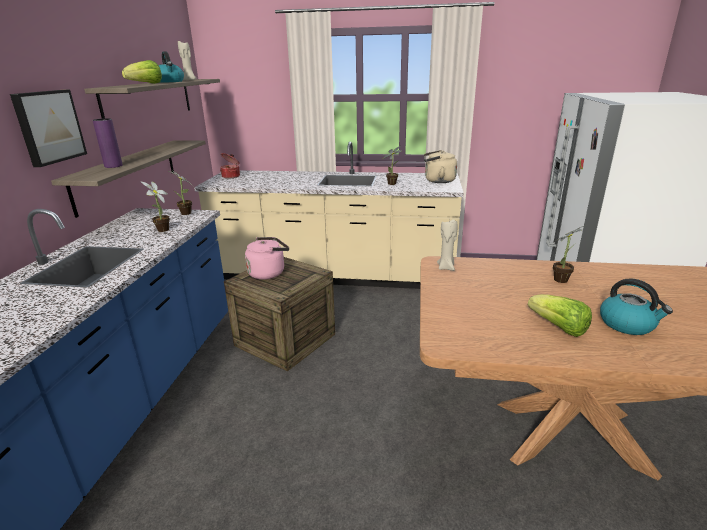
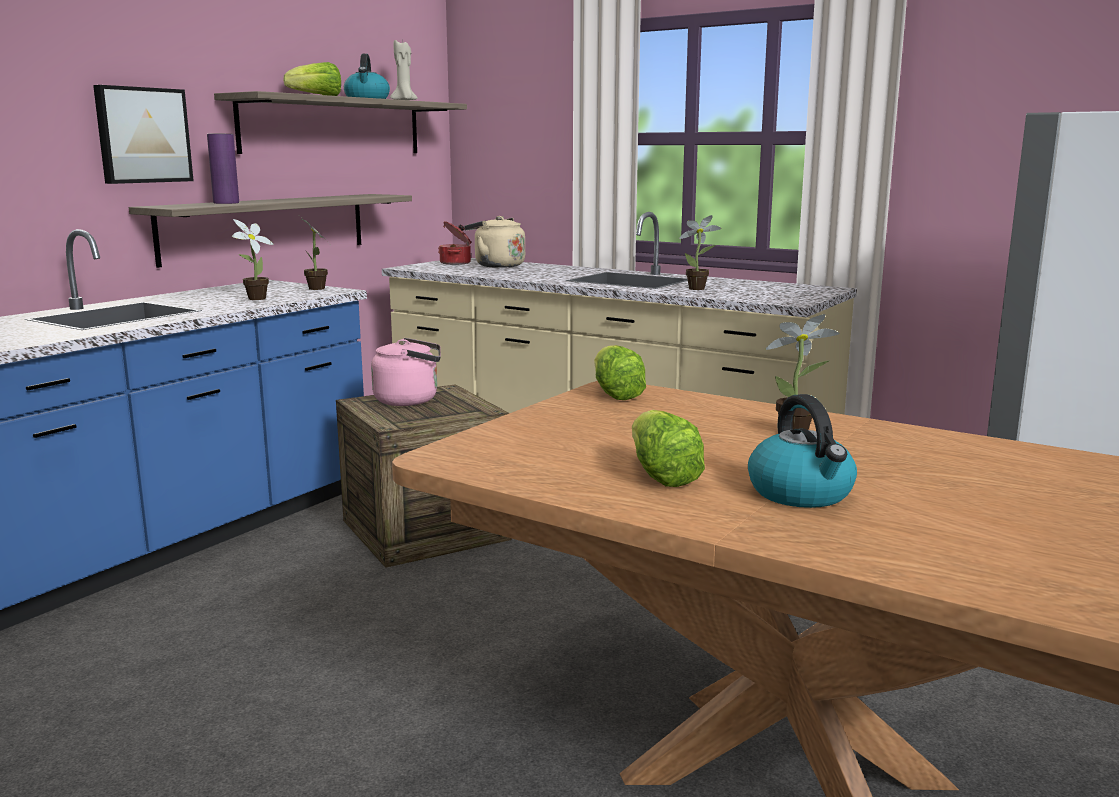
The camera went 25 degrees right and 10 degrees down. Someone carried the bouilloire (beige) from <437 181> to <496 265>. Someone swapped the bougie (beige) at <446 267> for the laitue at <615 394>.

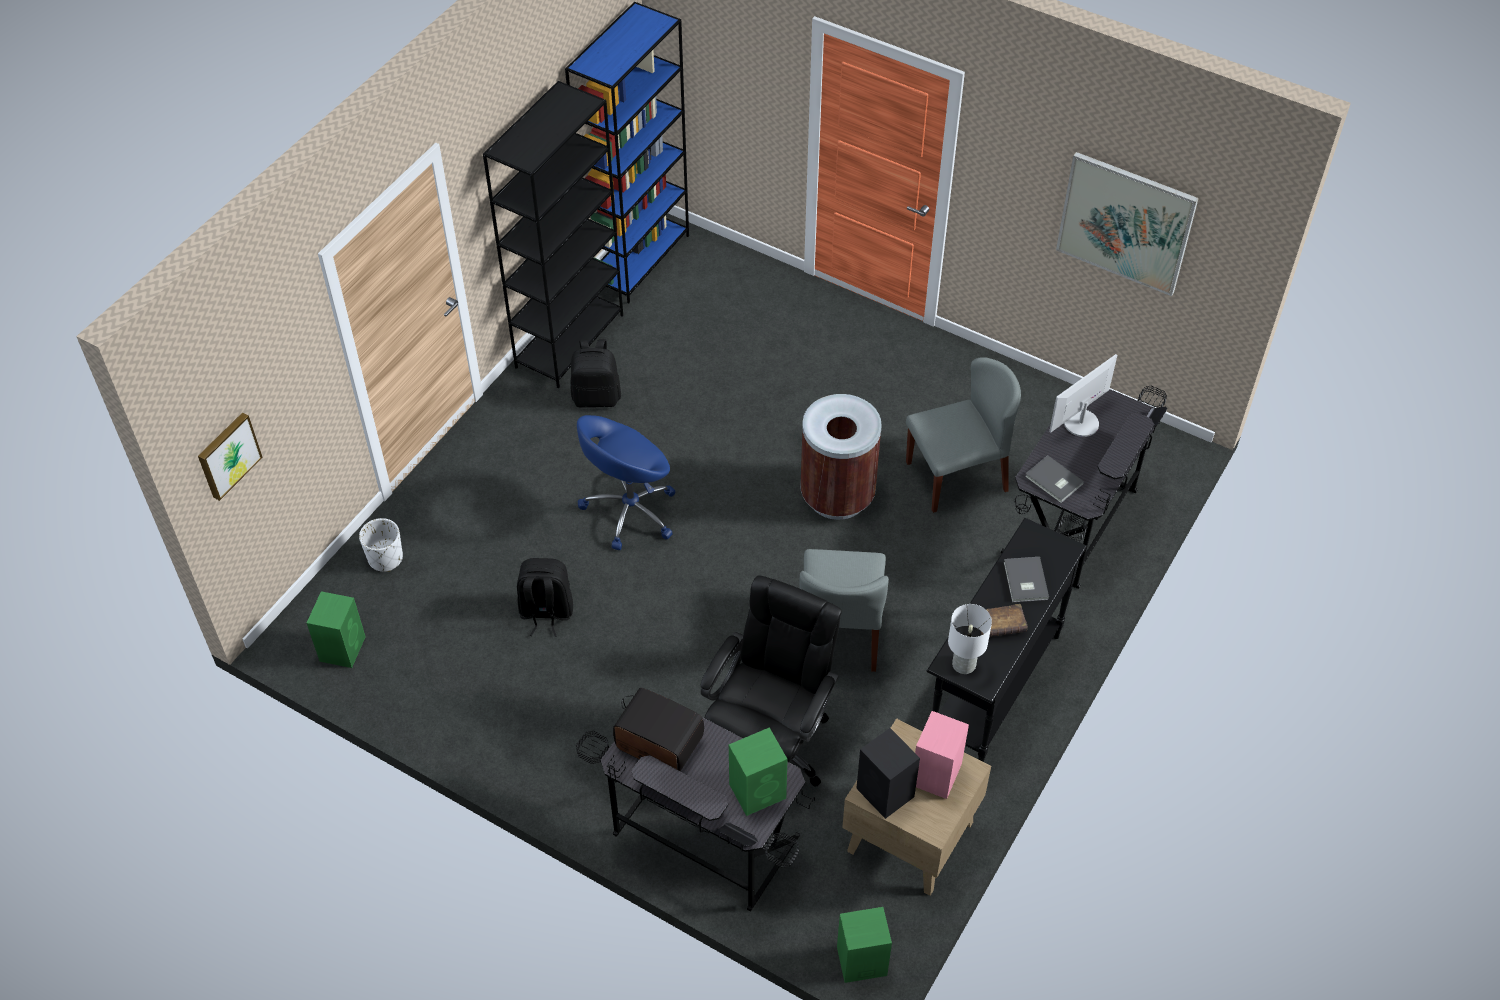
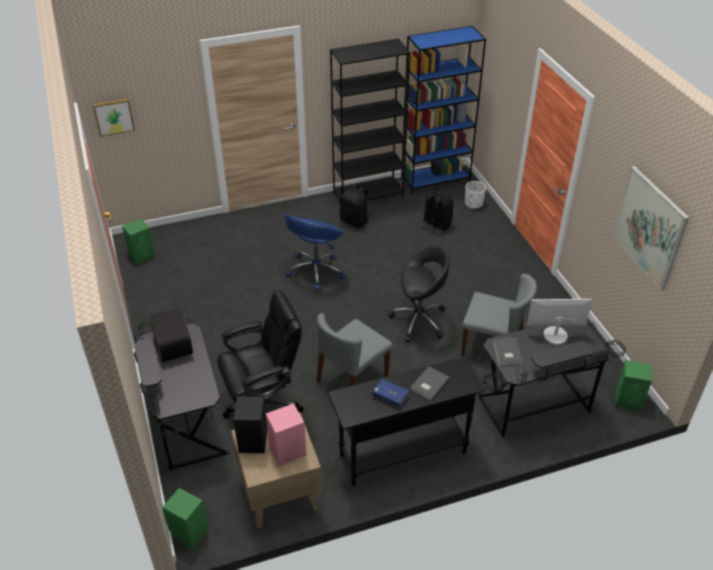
The camera went 40 degrees right and 10 degrees down. Someone carried the cache-pot (blanc) from <385 558> to <473 204>. Someone carried the sac à dos (noir) from <546 612> to <436 225>. Someone rotated the chaise de bureau (bleu) at <628 512> by 60 degrees counterclockwise. Someone carried the enceinte (vert) from <759 791> to <629 400>. Someone swapped the poubelle (marron) at <838 496> for the chaise de bureau (noir) at <420 320>. Someone took away the lampe de table (blanc) at <964 664>. Someone repainted the livre (marron) at <1000 625>, which became the livre (bleu) at <390 396>.

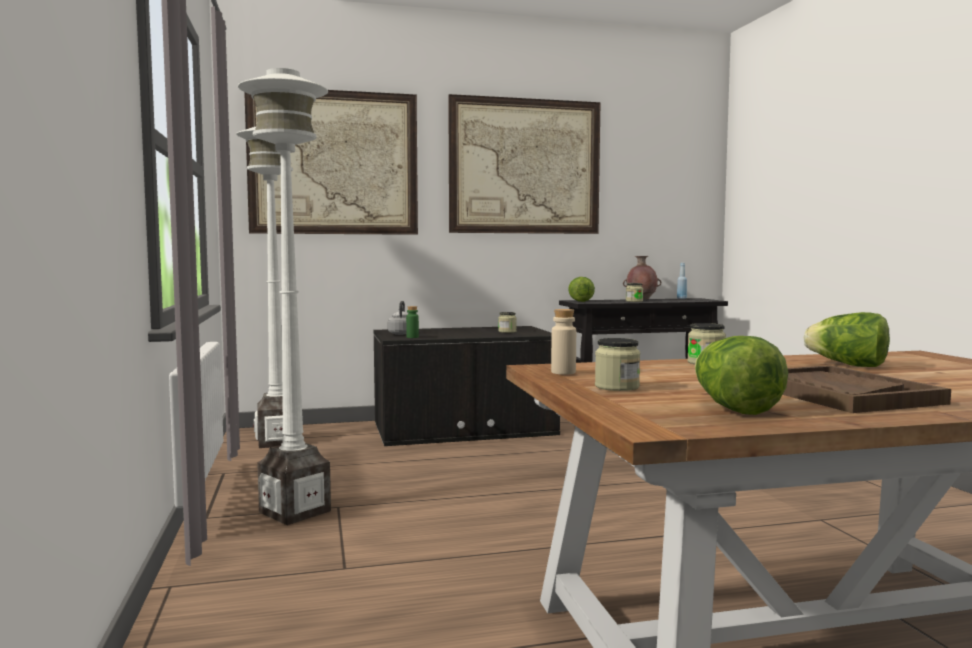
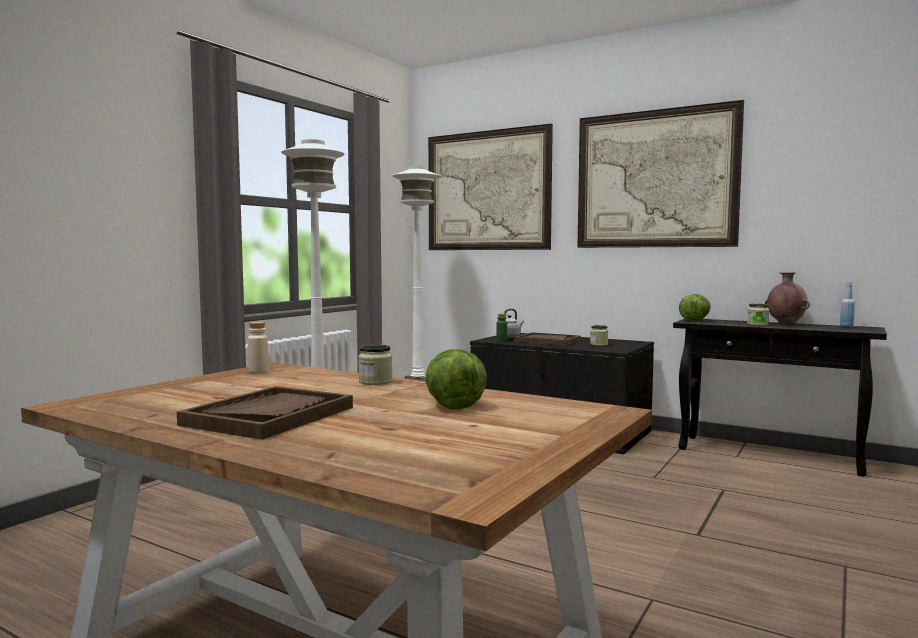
The camera went 45 degrees right and 0 degrees up. Someone took away the bocal at <617 387>. Someone took away the laitue at <733 408>. Someone put down the plateau (marron) at <547 341>.

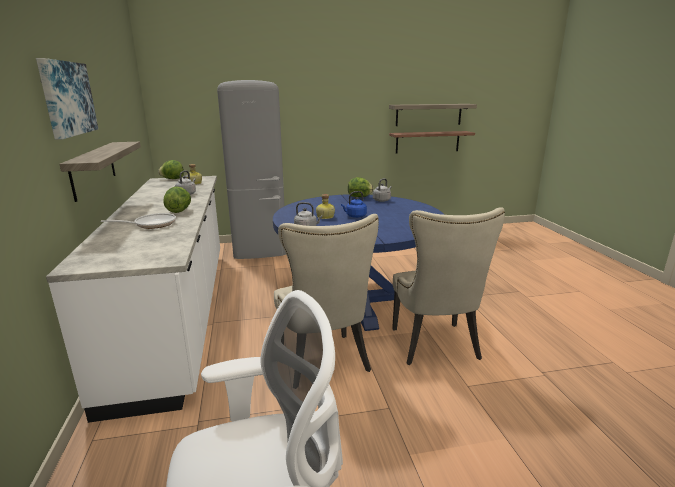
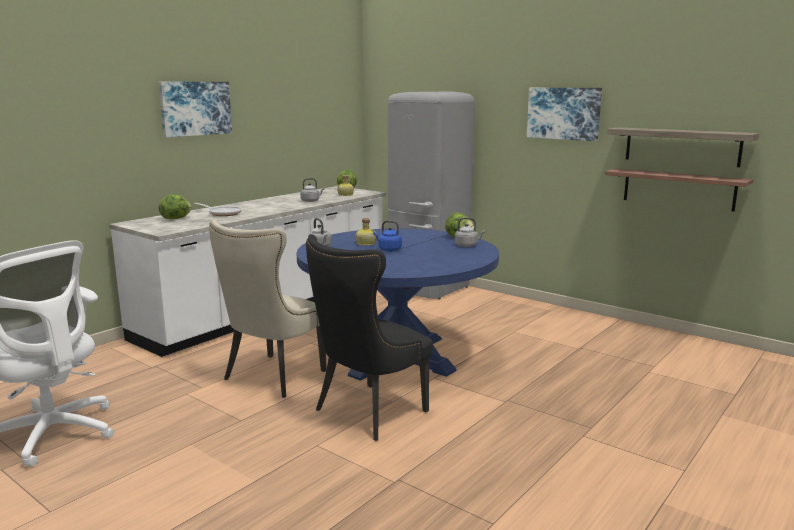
The camera went 50 degrees right and 5 degrees down. Someone took away the étagère at <93 169>. Someone carried the laitue from <179 211> to <176 218>. Someone repainted the chaise (beige) at <435 345>, which became the chaise (noir) at <369 412>. Someone put up the tableau at <563 113>.

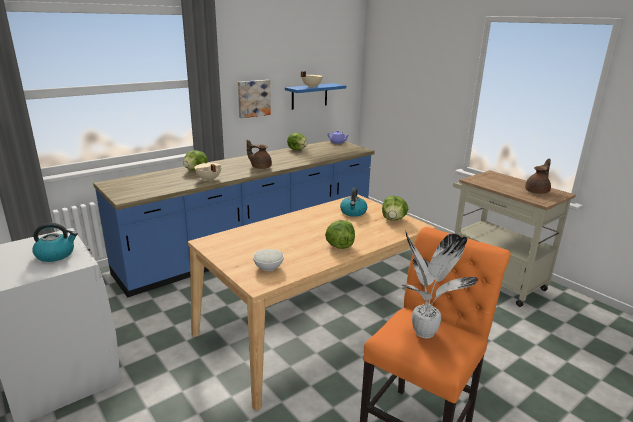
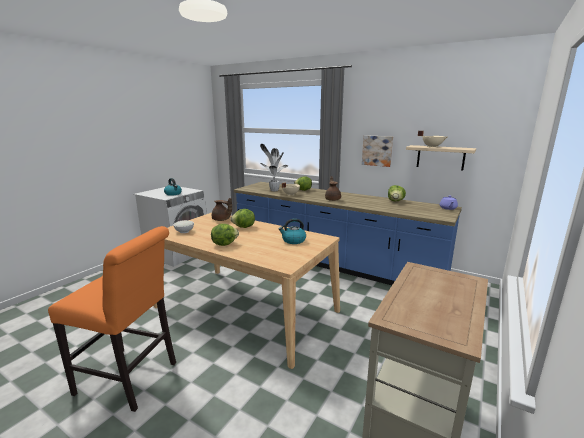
The camera went 70 degrees right and 5 degrees down. Someone repainted the étagère (bleu) at <309 96>, which became the étagère (beige) at <440 157>. Someone carried the laitue from <393 219> to <244 227>. Someone carried the plante en pot from <425 334> to <273 190>. Someone carried the théière (marron) from <537 191> to <221 220>.

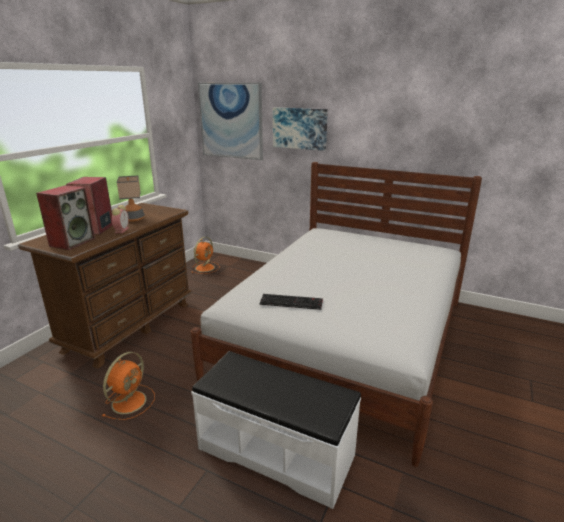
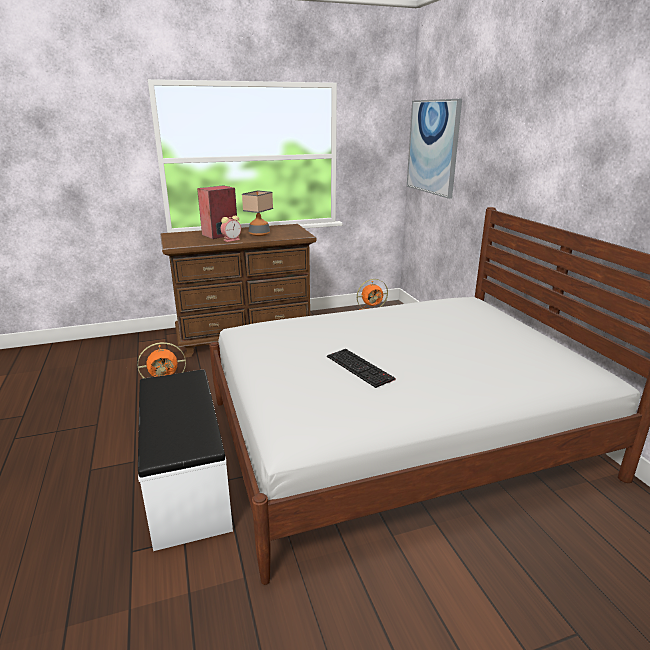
The camera went 45 degrees right and 0 degrees up. Someone took away the enceinte at <72 242>. Someone carried the clavier from <292 301> to <361 368>. Someone took away the tableau at <300 128>.

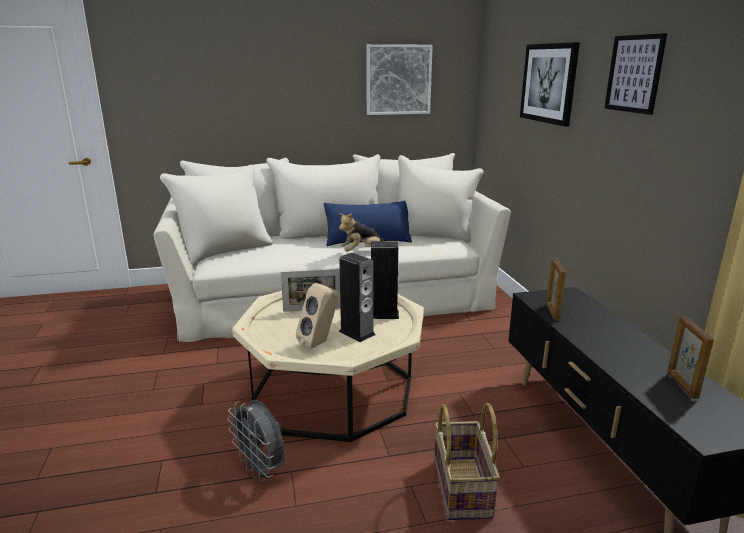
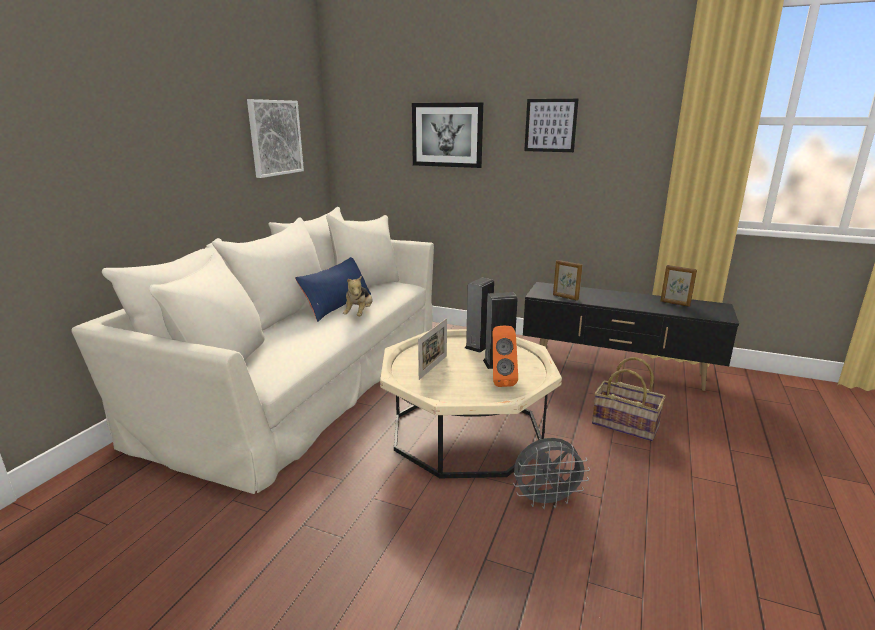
The camera went 55 degrees left and 0 degrees up. Someone repainted the enceinte (beige) at <320 343>, which became the enceinte (orange) at <501 381>.

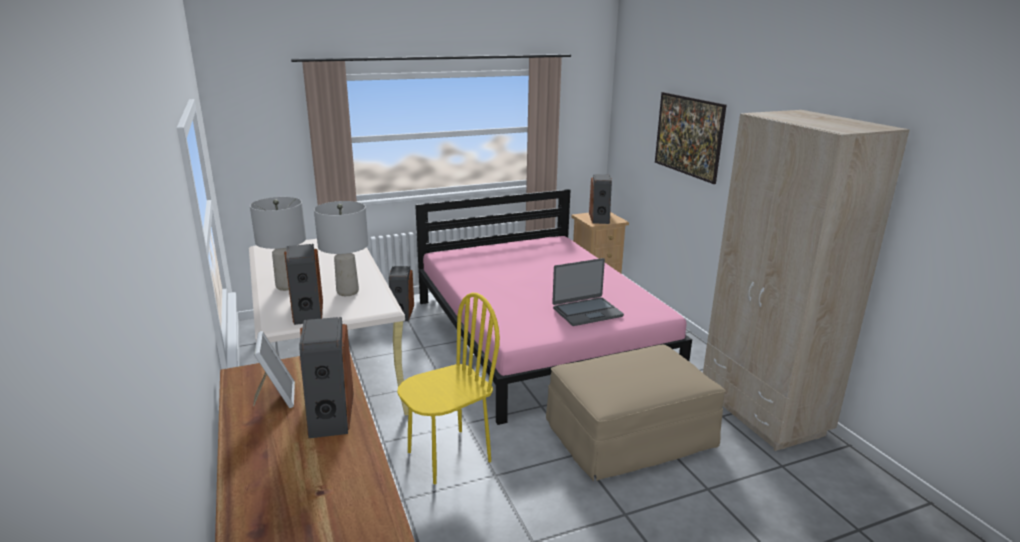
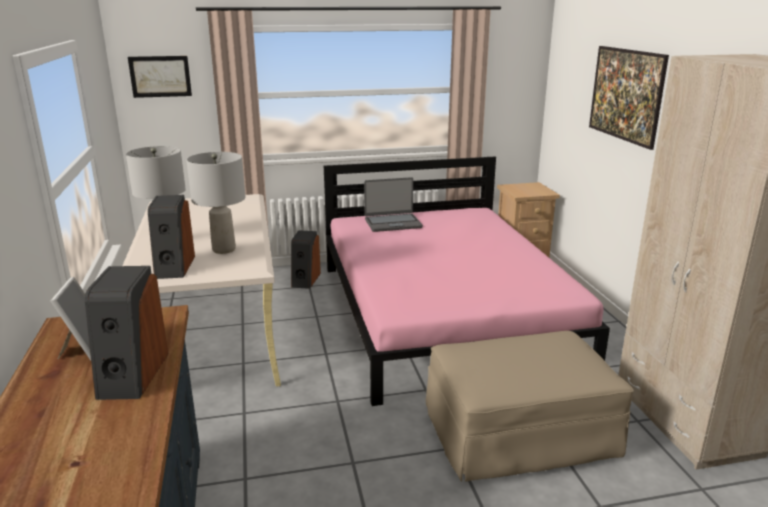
The camera went 10 degrees right and 0 degrees up. Someone took away the chaise (jaune) at <448 456>. Someone carried the ordinateur portable from <587 312> to <392 223>. Someone took away the enceinte at <600 218>. Someone put up the tableau at <160 76>.

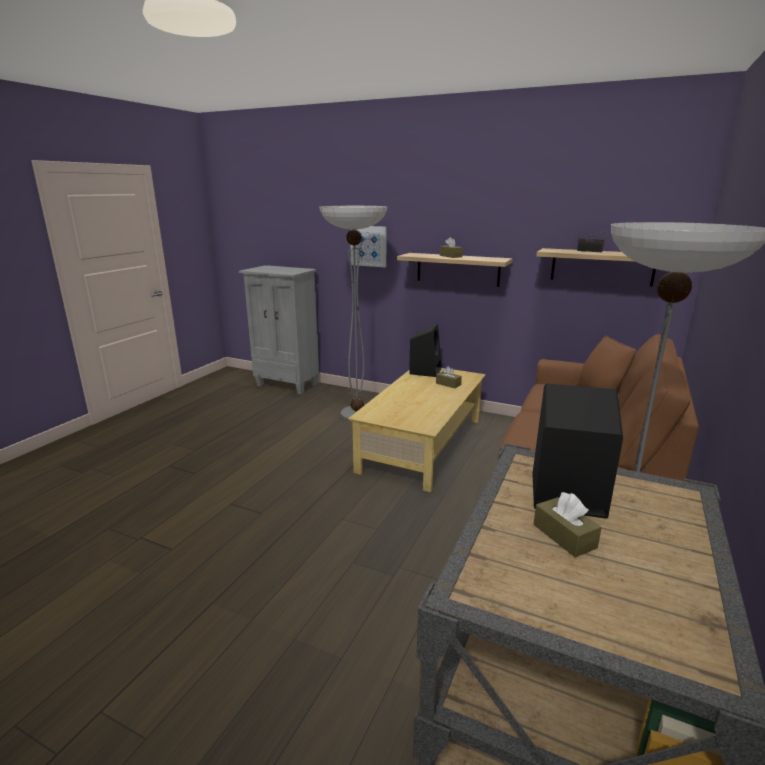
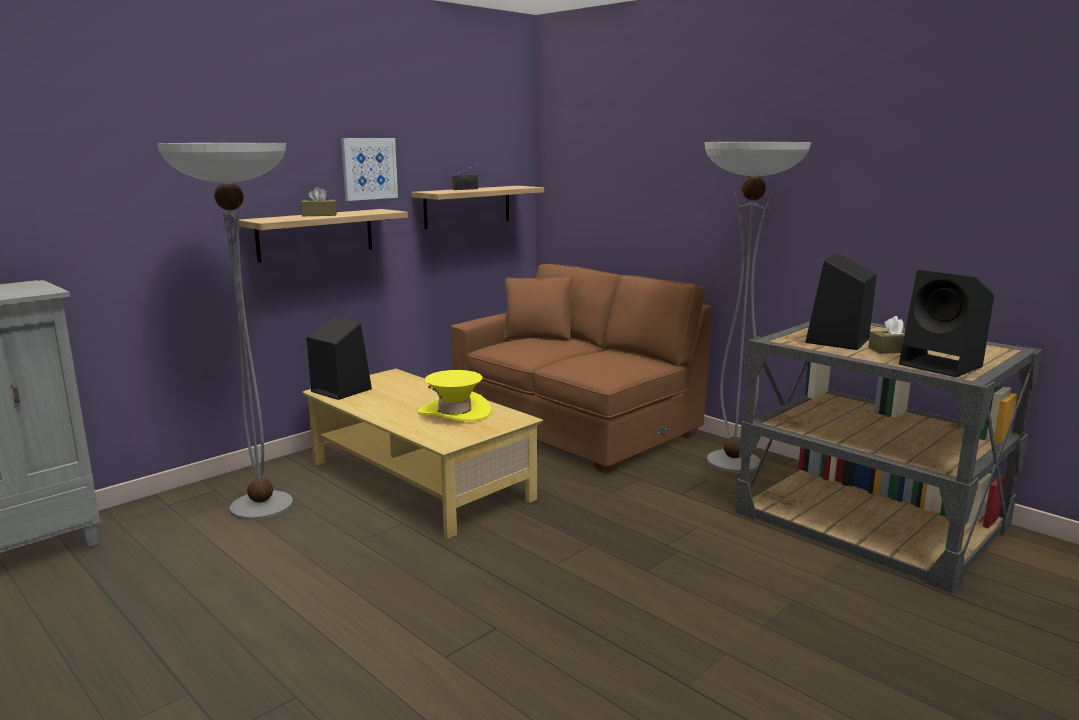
The camera went 70 degrees left and 5 degrees down. Someone carried the tableau from <368 246> to <369 168>. Someone took away the boîte à mouchoirs (marron) at <448 384>. Someone put down the chapeau (jaune) at <454 412>. Someone put down the enceinte (noir) at <943 366>.

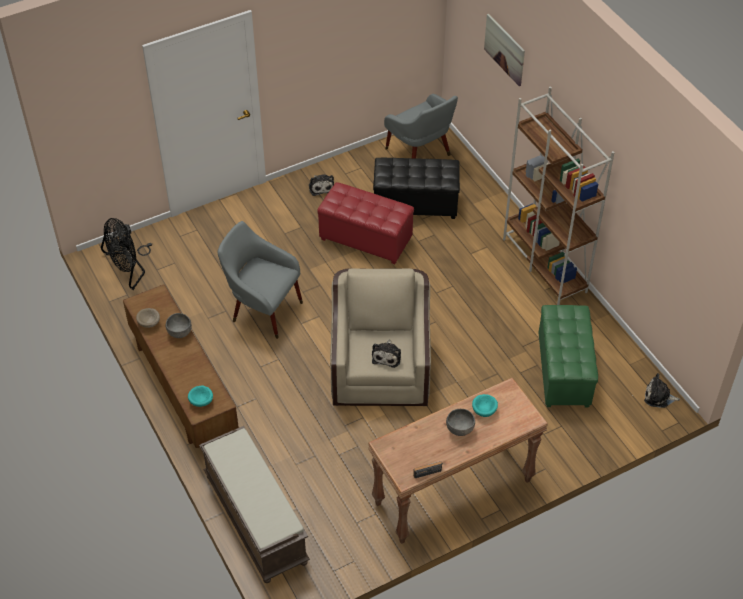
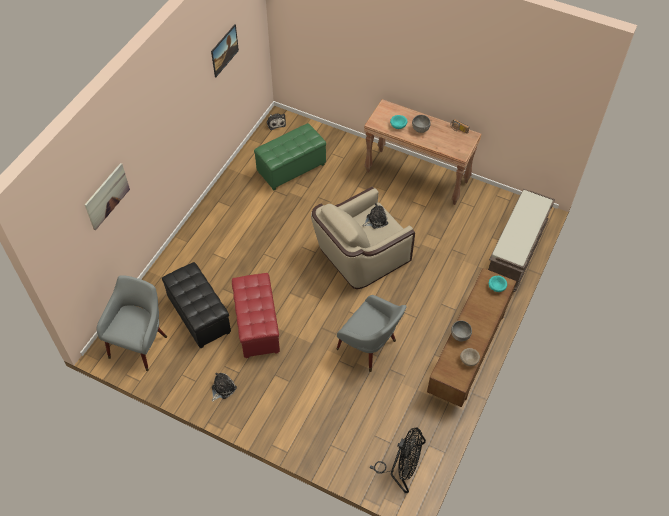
The camera went 125 degrees left and 5 degrees up. Someone rotated the fauteuil (gris) at <263 309> by 45 degrees counterclockwise. Someone took away the bibliothèque (marron) at <544 266>. Someone put up the tableau at <225 57>.

